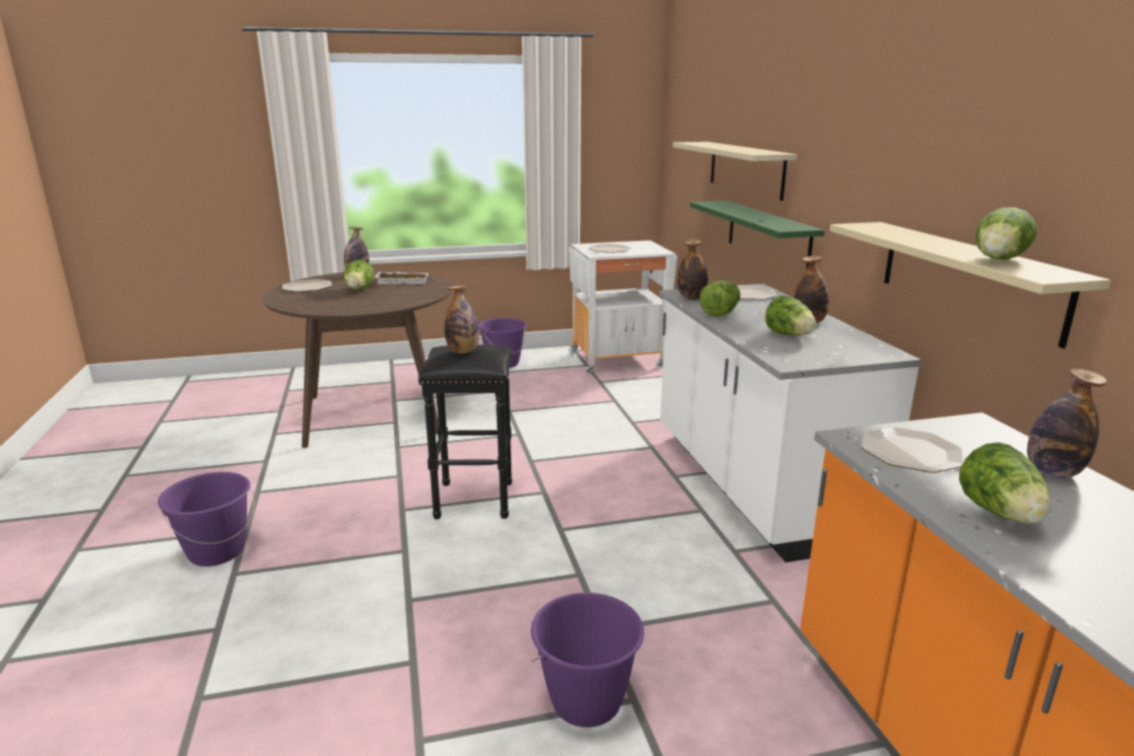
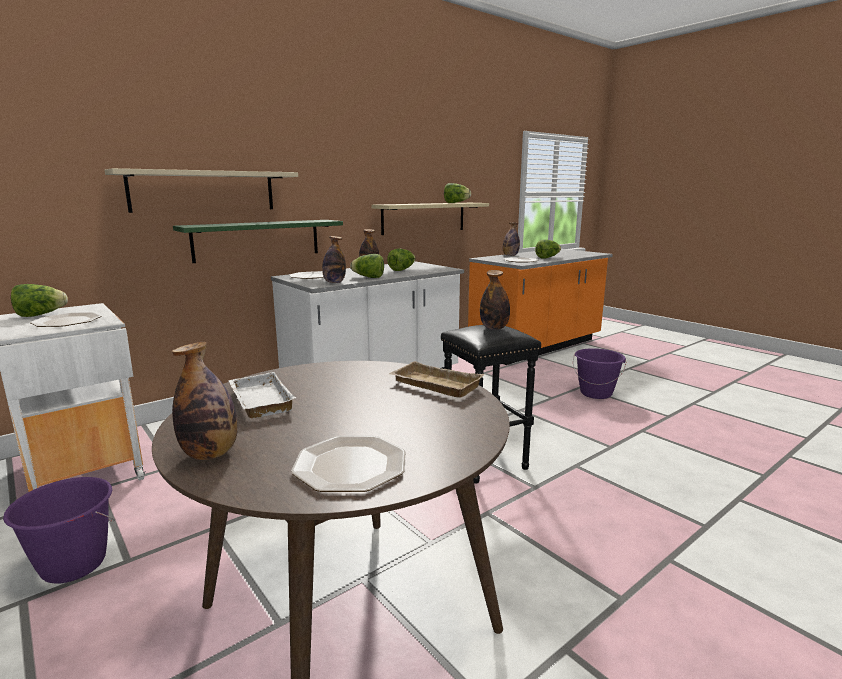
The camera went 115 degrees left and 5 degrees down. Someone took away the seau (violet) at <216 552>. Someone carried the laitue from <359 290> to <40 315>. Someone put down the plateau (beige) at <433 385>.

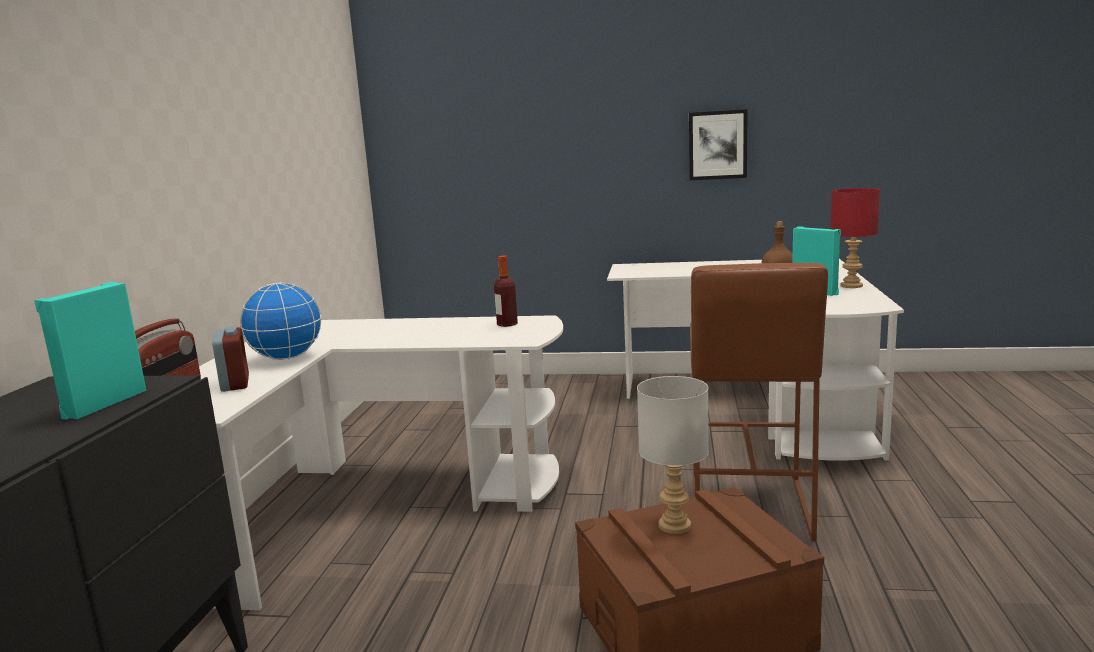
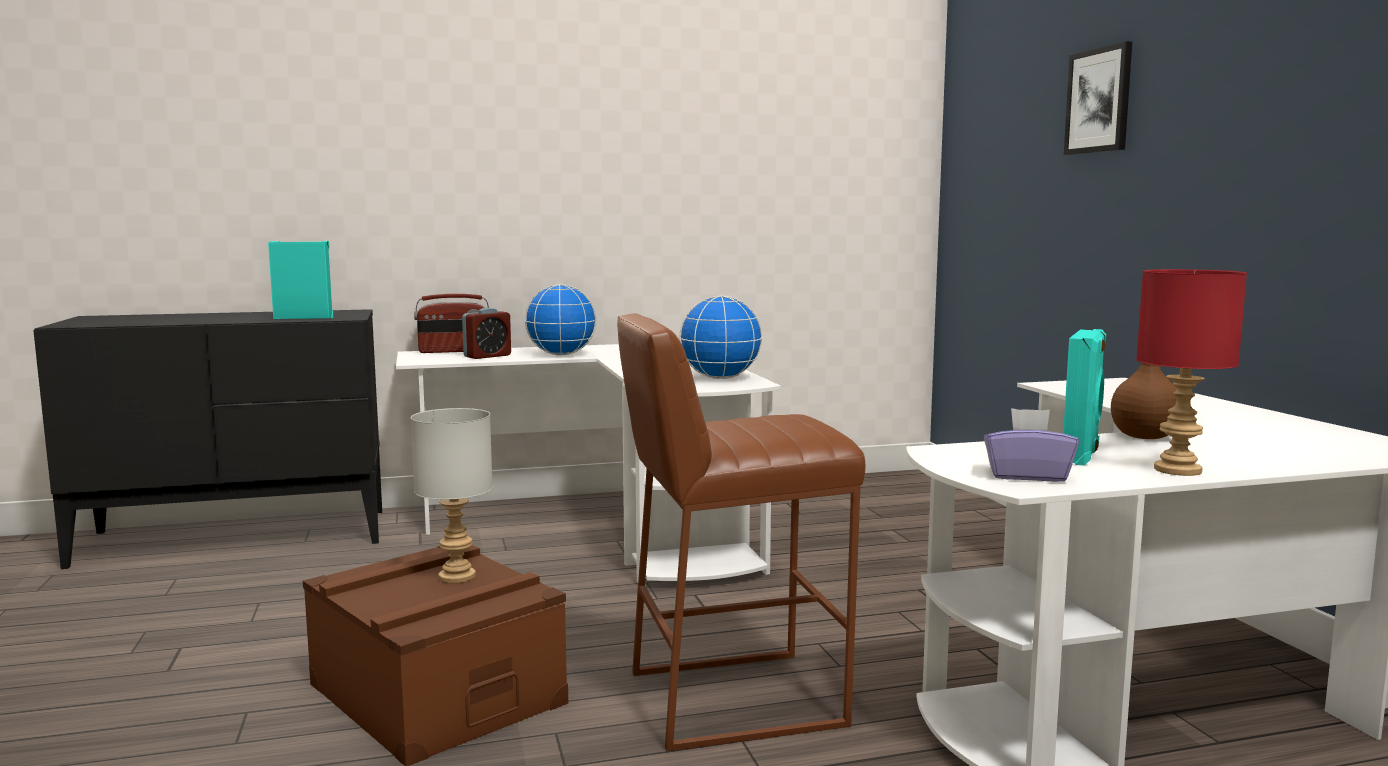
The camera went 65 degrees right and 5 degrees down. Someone swapped the bouteille at <507 324> for the globe at <721 378>. Someone carried the tableau from <717 145> to <1099 101>. Someone put down the boîte à mouchoirs (violet) at <1027 475>.

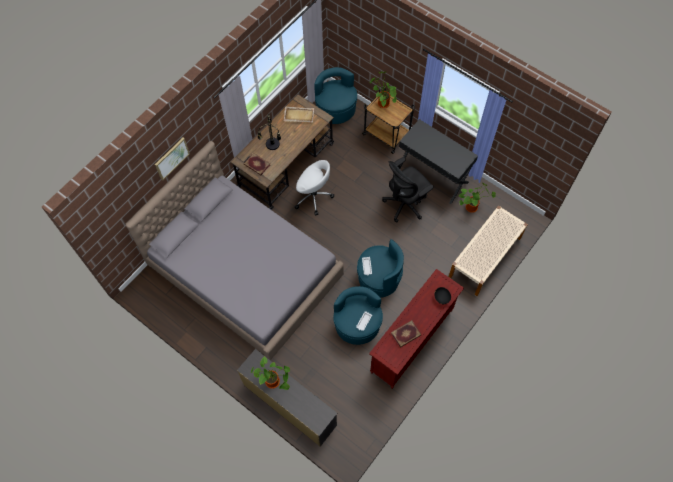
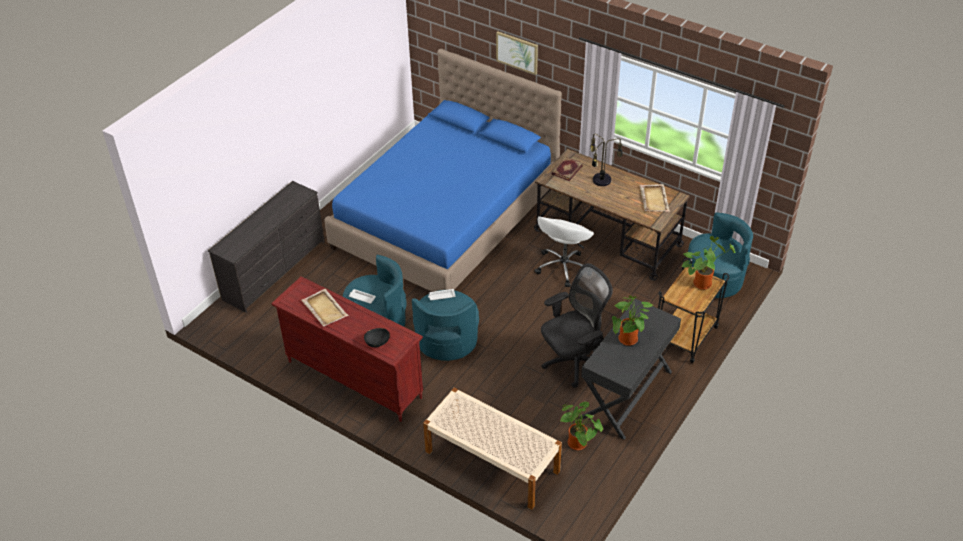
The camera went 85 degrees right and 20 degrees down. Someone repainted the lit (gris) at <245 271>, which became the lit (bleu) at <447 217>. Someone carried the plante en pot from <274 381> to <628 341>. Someone rotated the chaise de bureau (noir) at <406 202> by 105 degrees clockwise. Someone swapped the livre at <406 334> for the plateau (beige) at <324 308>.

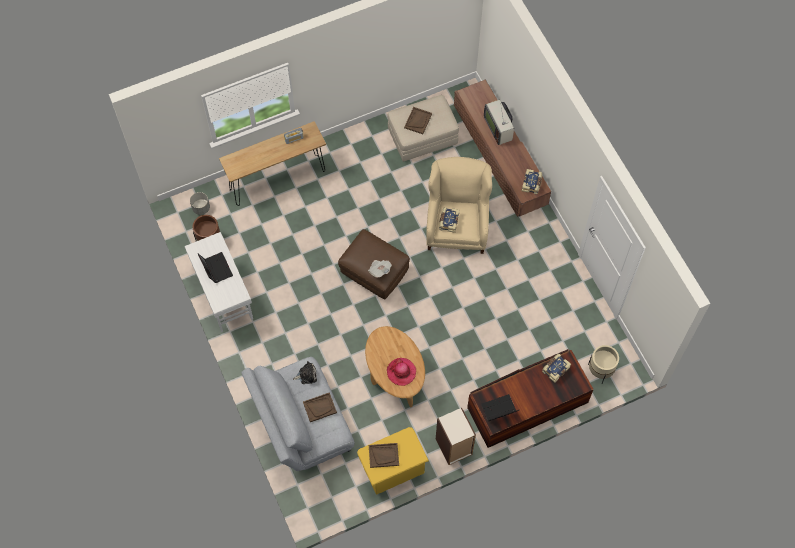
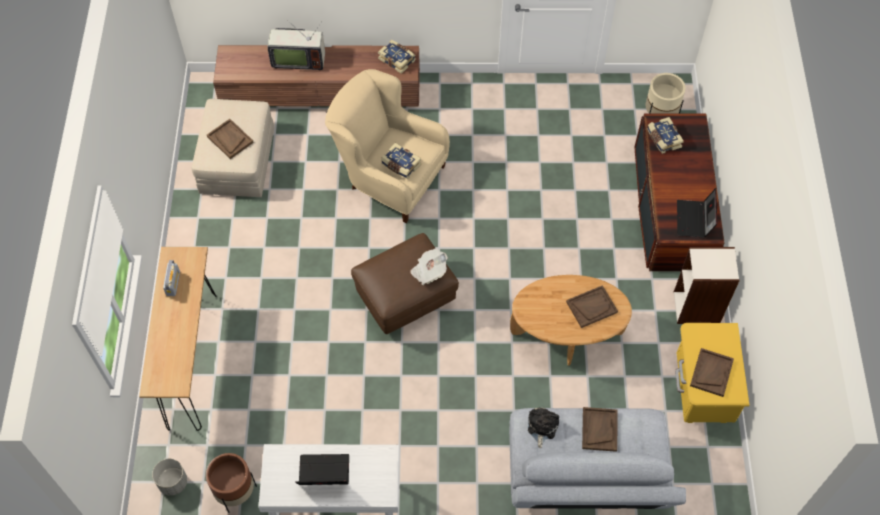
The camera went 65 degrees left and 5 degrees down. Someone swapped the chapeau at <401 372> for the plateau (marron) at <591 307>.

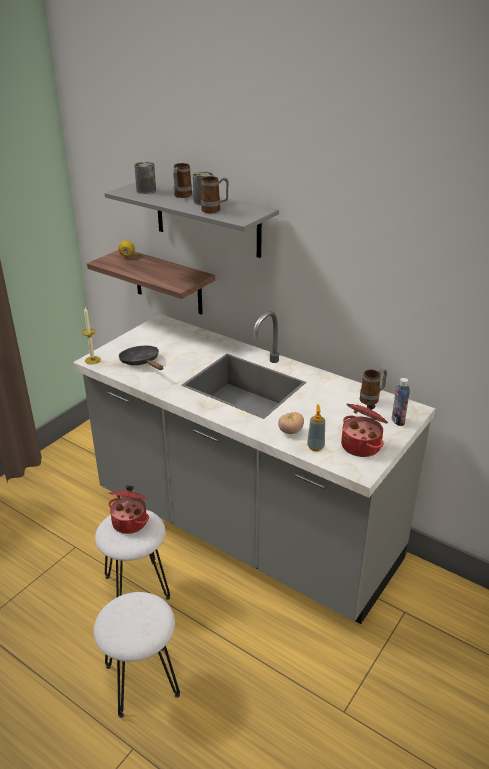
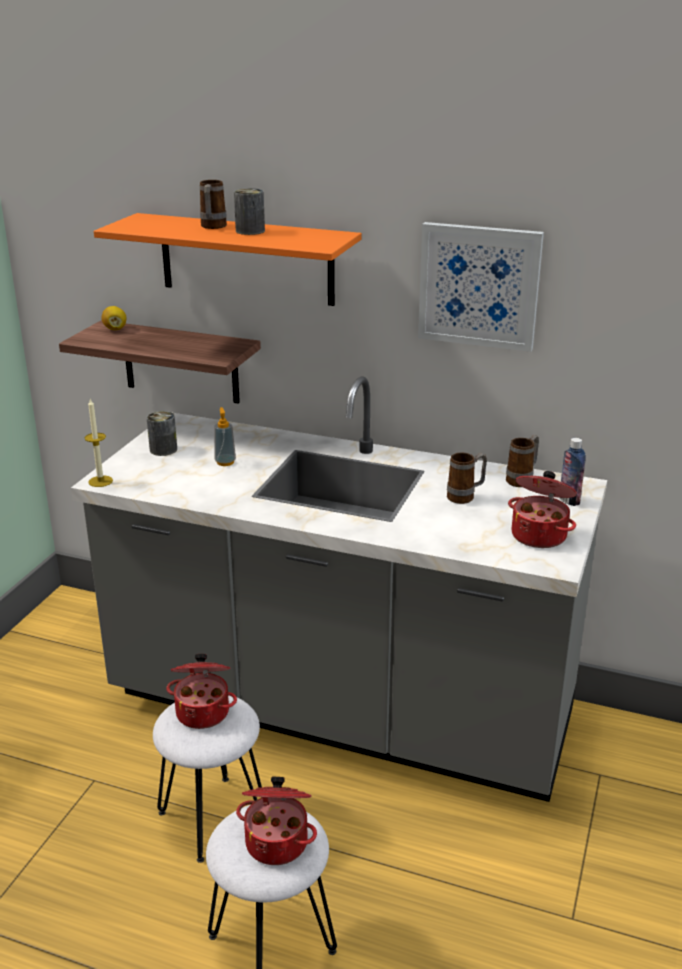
The camera went 15 degrees left and 5 degrees down. Someone repainted the étagère (gris) at <207 219>, which became the étagère (orange) at <246 259>. Someone took away the poêle (noir) at <142 362>. Someone carried the boîte métallique from <146 190> to <163 449>. Someone carried the mug from <215 210> to <465 497>. Someone took away the tomate at <290 431>. Someone carried the distributeur de savon from <315 446> to <225 462>. Someone put down the marmite at <277 841>. Someone put up the tableau at <479 286>.

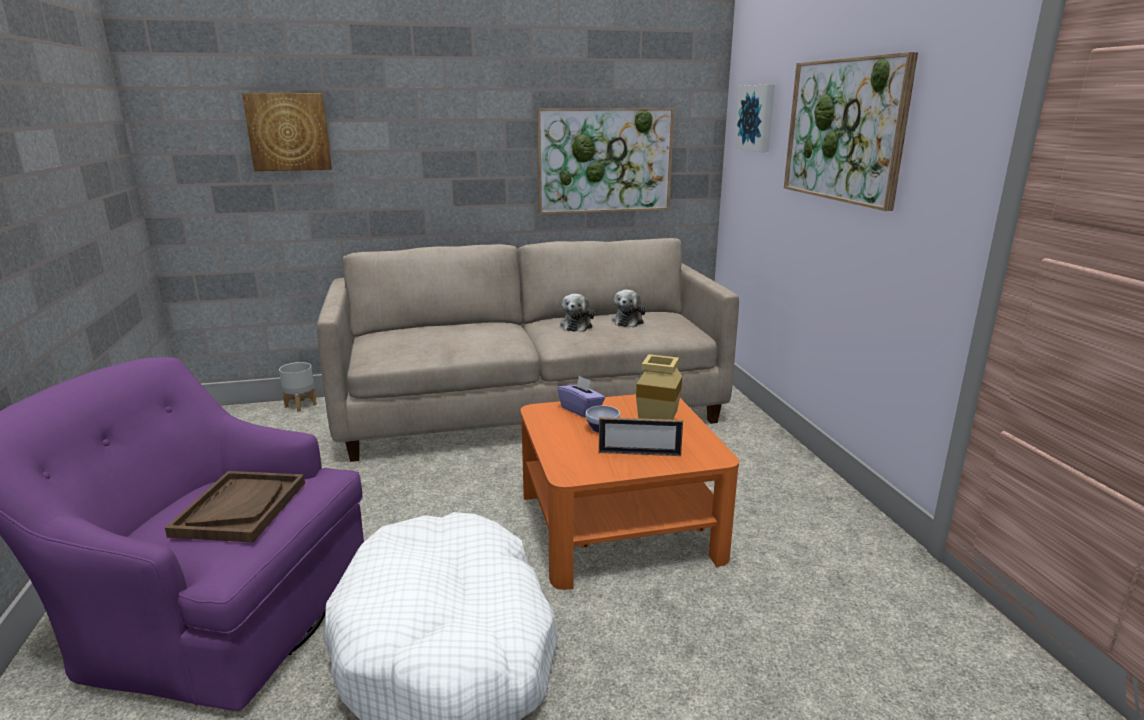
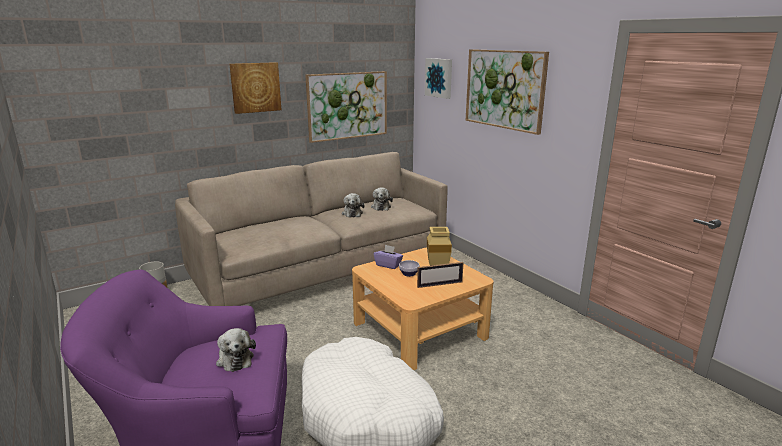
The camera went 20 degrees left and 0 degrees up. Someone swapped the plateau (marron) at <240 508> for the peluche at <235 358>. Someone carried the tableau from <288 132> to <255 87>. Someone repainted the table basse (orange) at <619 524>, which became the table basse (beige) at <419 329>.

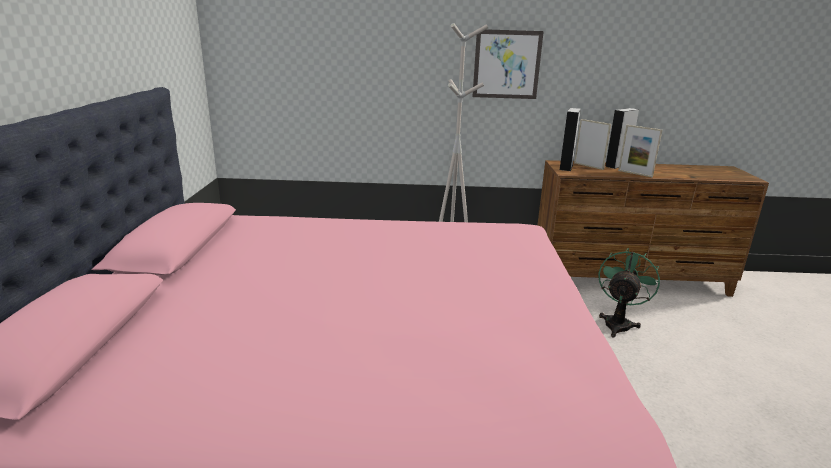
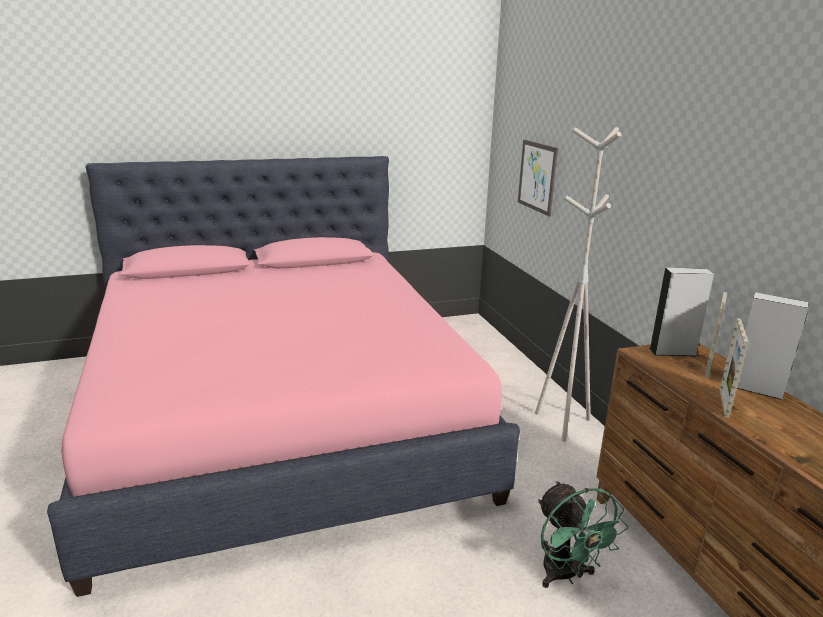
The camera went 70 degrees right and 0 degrees up. Someone carried the tableau from <507 64> to <537 176>. Someone rotated the ventilateur (vert) at <618 323> by 60 degrees clockwise.

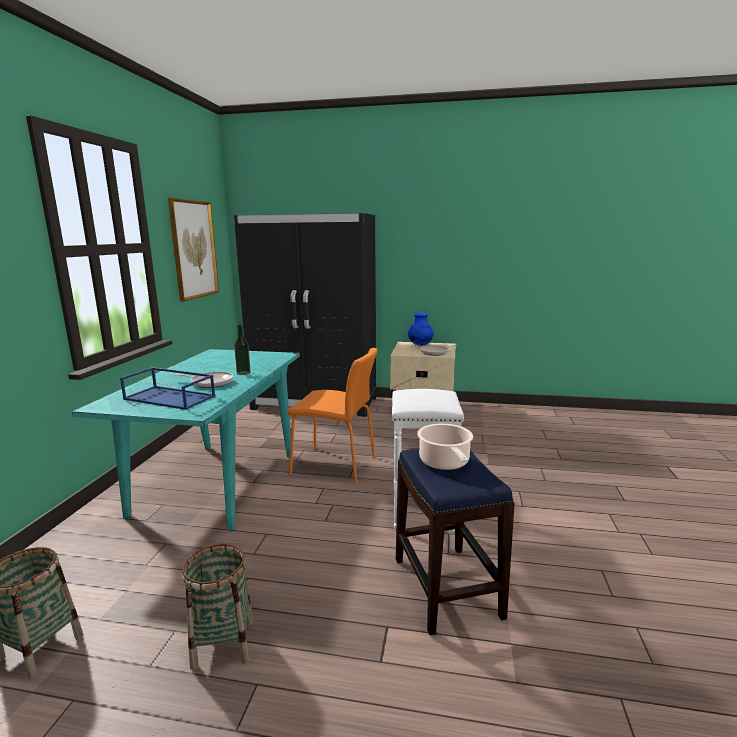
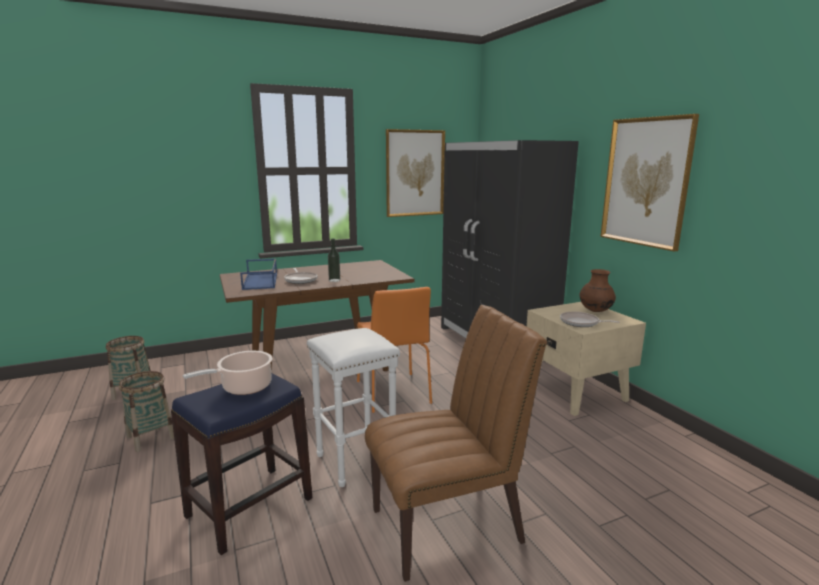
The camera went 55 degrees right and 0 degrees up. Someone repainted the table à manger (turquoise) at <218 481>, which became the table à manger (marron) at <319 363>. Someone repainted the vase (bleu) at <420 345>, which became the vase (marron) at <595 311>. Someone put down the chaise (marron) at <445 527>. Someone put up the tableau at <646 182>.

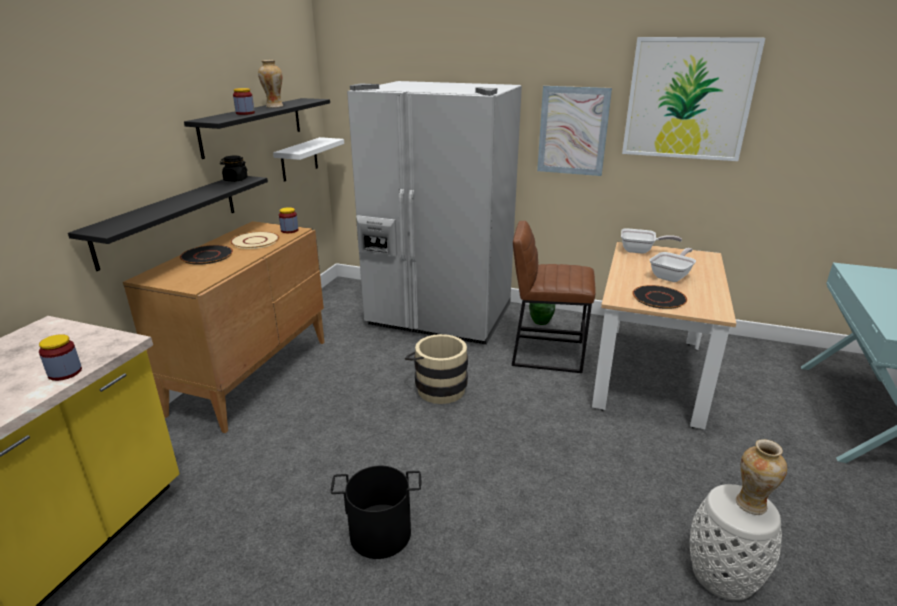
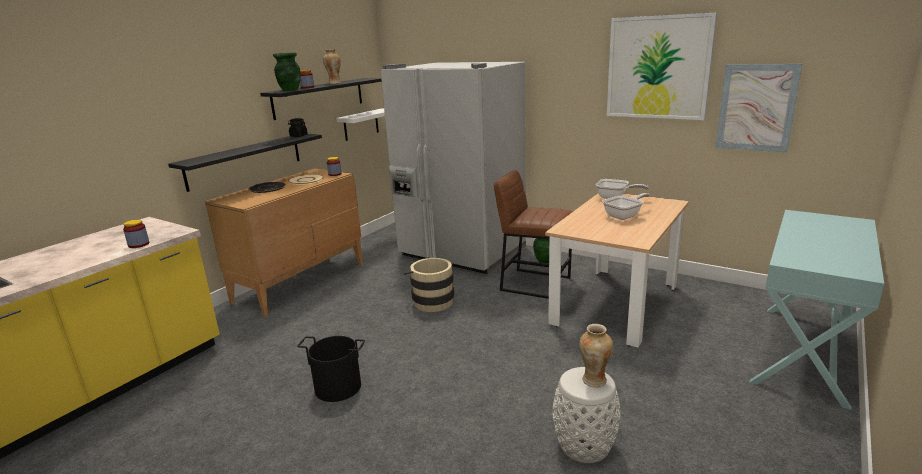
The camera went 15 degrees right and 5 degrees down. Someone carried the tableau from <573 131> to <756 108>. Someone took away the assiette (noir) at <659 298>. Someone put down the vase (vert) at <290 90>.

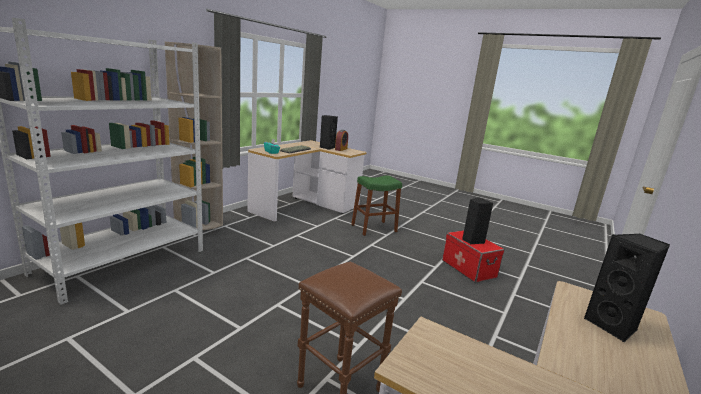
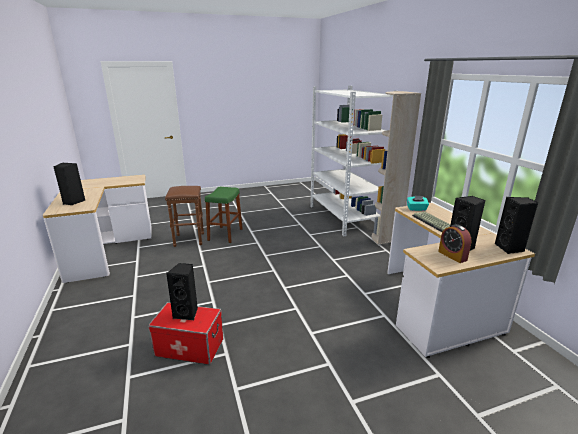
The camera went 130 degrees right and 5 degrees up. Someone carried the tabouret (vert) from <374 228> to <225 234>. Someone put down the enceinte (noir) at <510 248>.

